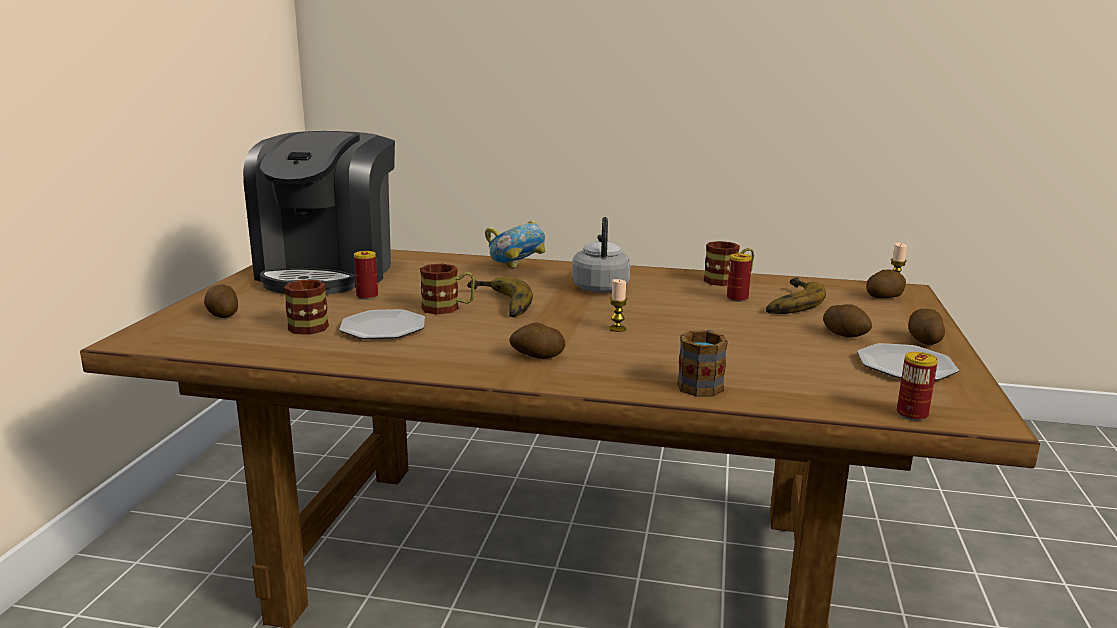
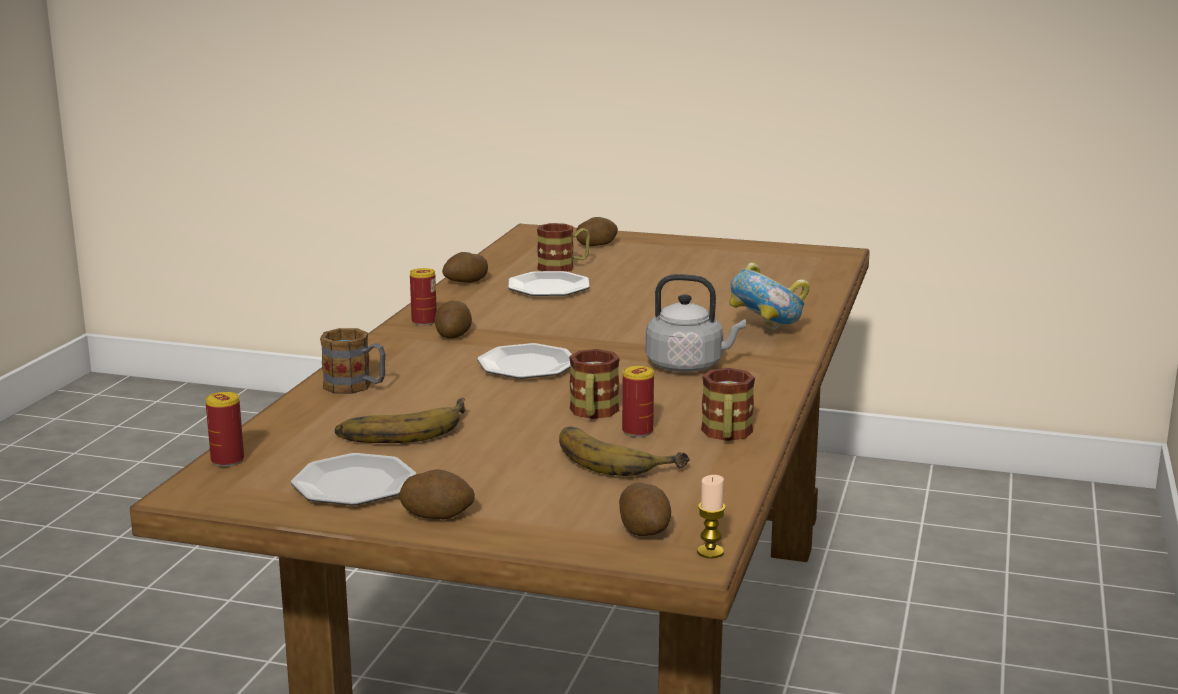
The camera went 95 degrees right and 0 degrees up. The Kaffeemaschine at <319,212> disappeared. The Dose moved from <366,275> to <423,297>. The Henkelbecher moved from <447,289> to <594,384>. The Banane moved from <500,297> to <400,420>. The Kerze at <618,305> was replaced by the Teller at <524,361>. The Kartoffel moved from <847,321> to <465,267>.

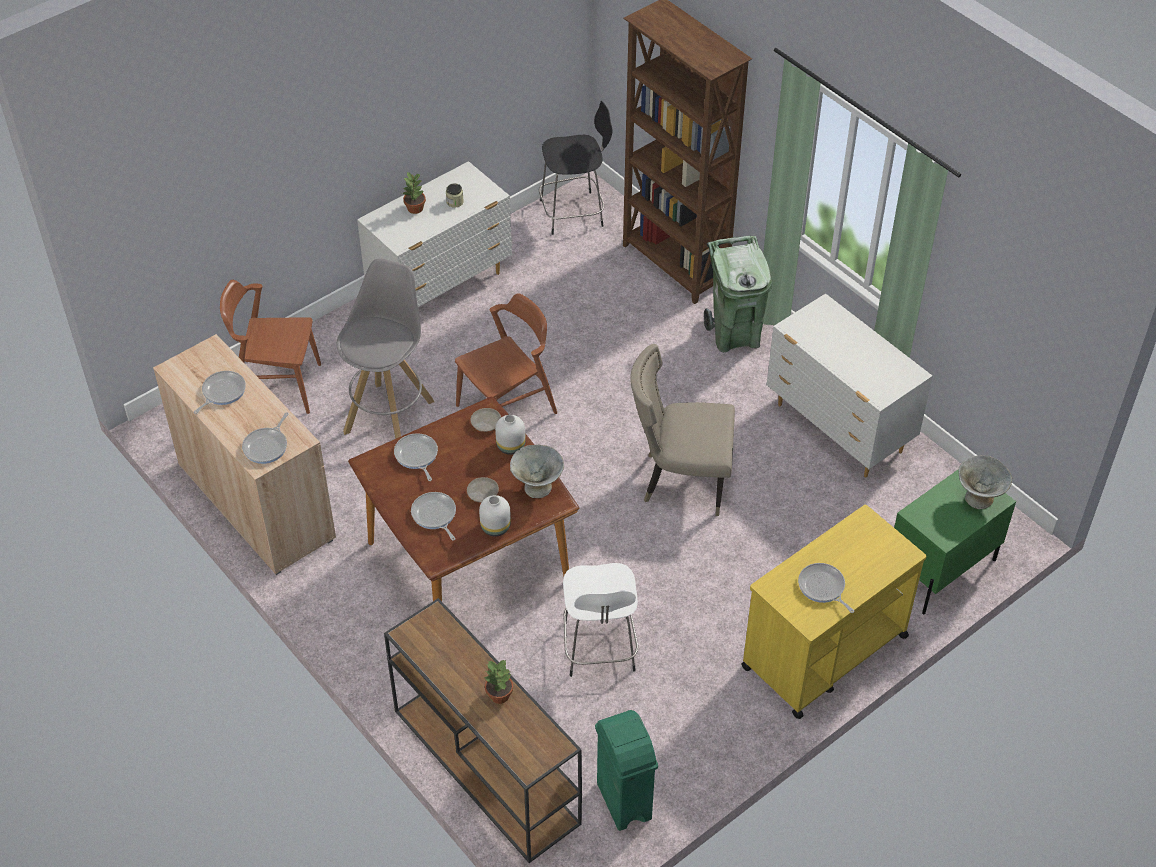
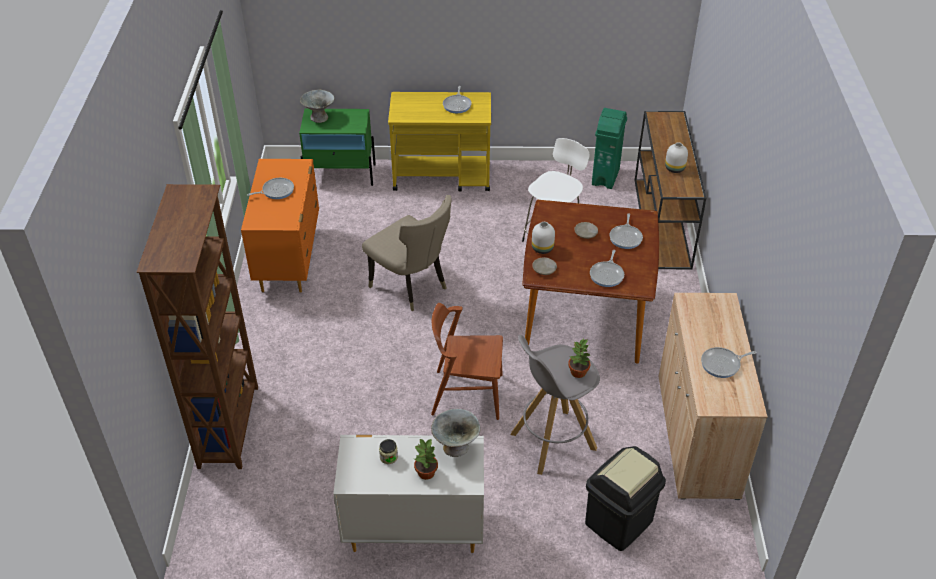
The camera went 140 degrees left and 5 degrees down. The Stuhl [braun] at <270,347> was replaced by the Mülleimer [schwarz] at <625,498>. The Pfanne moved from <265,438> to <270,188>. The Vase [weiß] moved from <495,515> to <676,157>. The Topfpflanze moved from <499,682> to <579,358>. The Schüssel [grau] moved from <537,471> to <455,433>. The Hocker [schwarz] at <575,168> disappeared. The Mülleimer [grün] at <738,294> disappeared. The Kommode [weiß] at <849,385> became the Kommode [orange] at <280,226>.

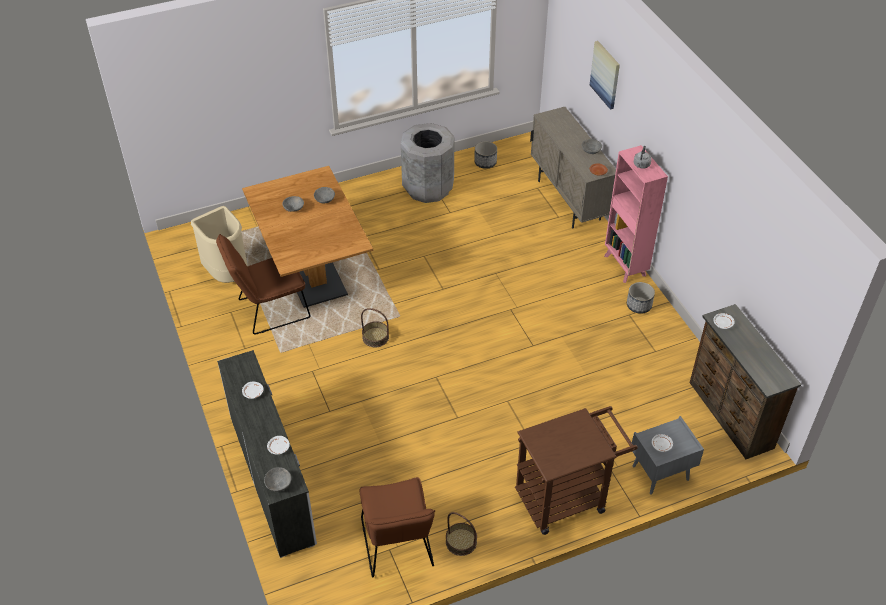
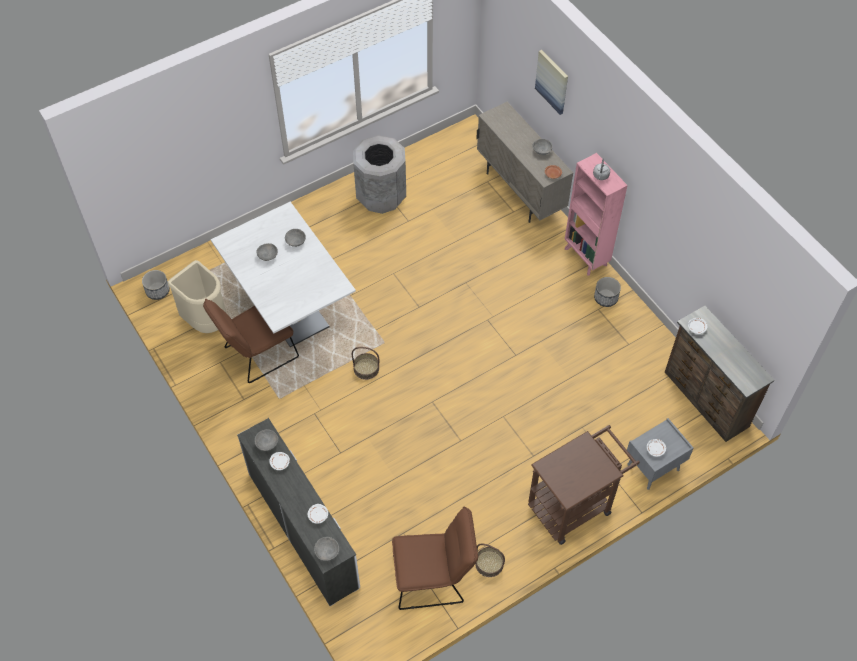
The camera went 10 degrees left and 10 degrees up. The Esstisch [braun] at <307,237> became the Esstisch [weiß] at <283,274>. The Stuhl [braun] at <397,527> turned 75 degrees counterclockwise. The Pflanzkübel moved from <485,155> to <156,285>. The Schüssel [grau] at <266,440> appeared.

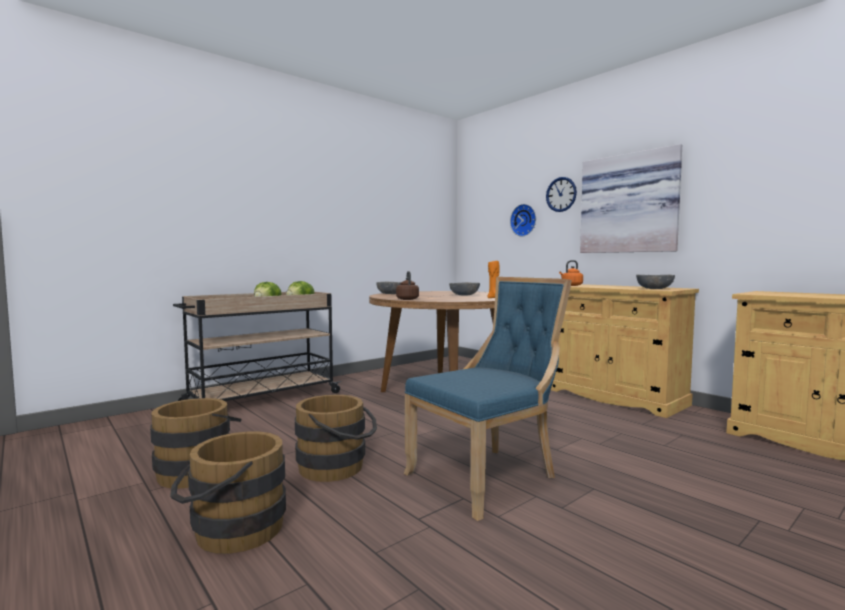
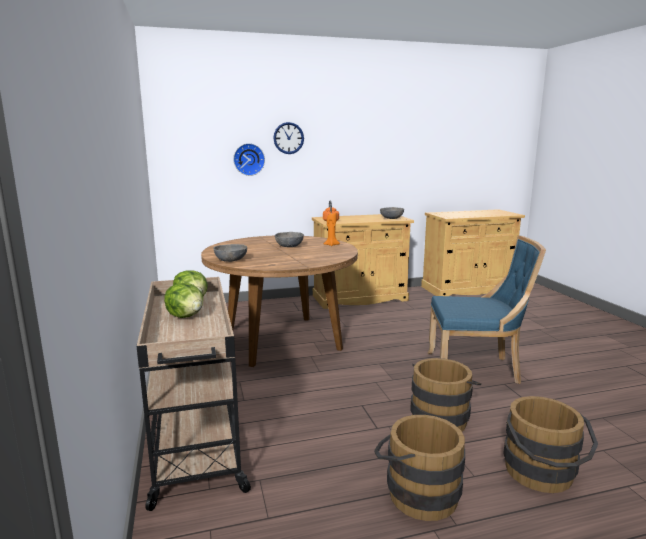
The camera went 65 degrees left and 10 degrees up. The Wasserkessel [braun] at <407,285> disappeared. The Stuhl [blau] at <487,399> turned 105 degrees clockwise. The Bild at <631,198> disappeared.

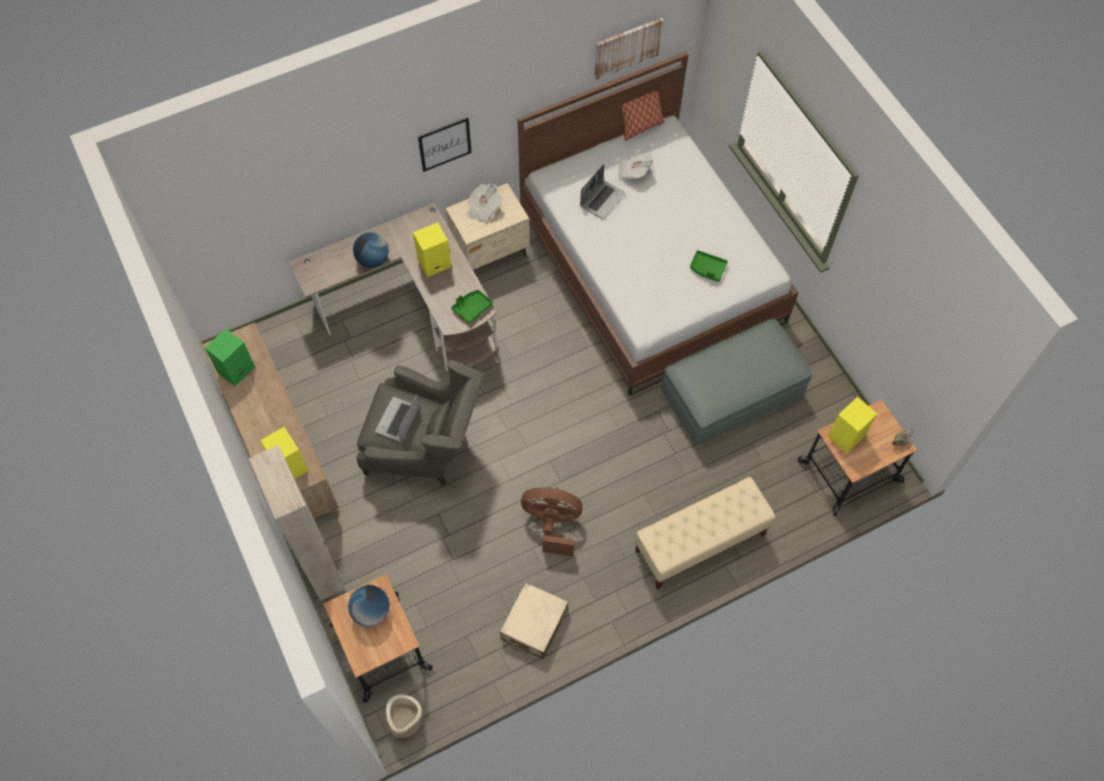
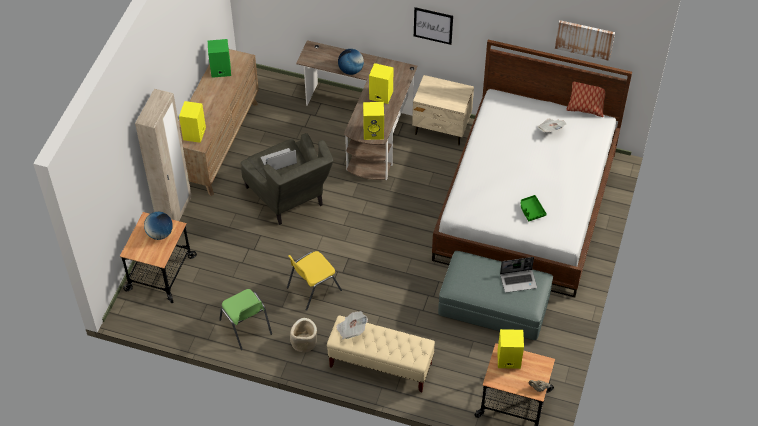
The camera went 45 degrees right and 10 degrees down. The Pflanzkübel [beige] moved from <404,716> to <303,335>. The Tablett [grün] at <472,307> was replaced by the Lautsprecher [gelb] at <373,121>. The Zeitung moved from <484,203> to <352,325>. The Koffer [beige] at <534,620> was replaced by the Stuhl [grün] at <245,319>. The Ventilator [braun] at <551,522> was replaced by the Stuhl [gelb] at <314,281>. The Laptop moved from <602,191> to <518,275>.

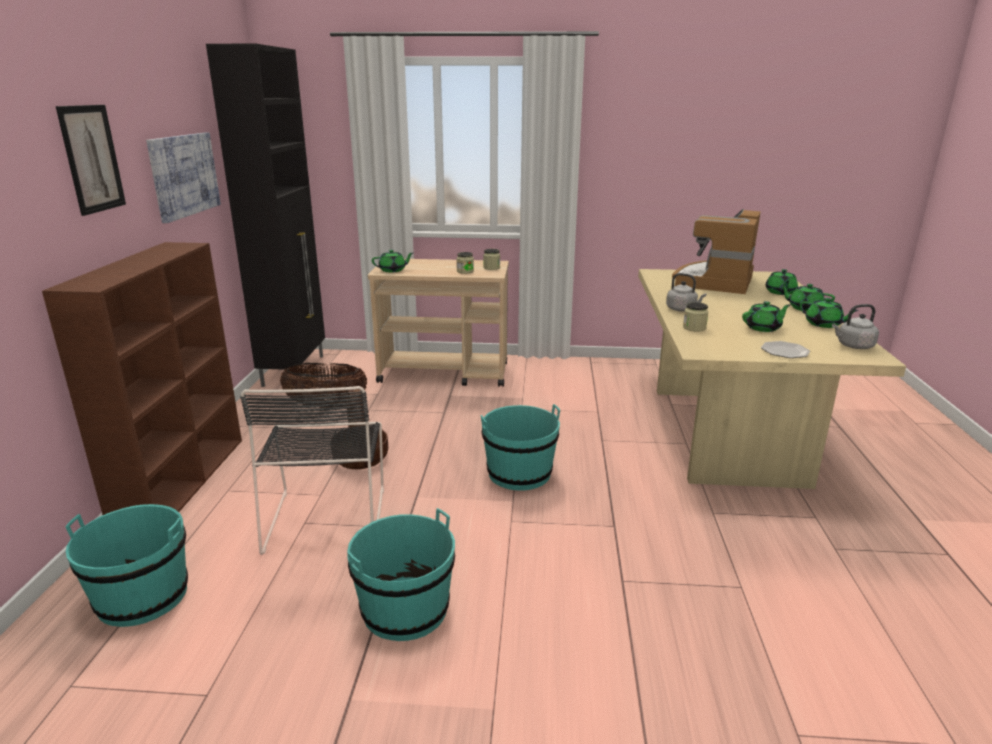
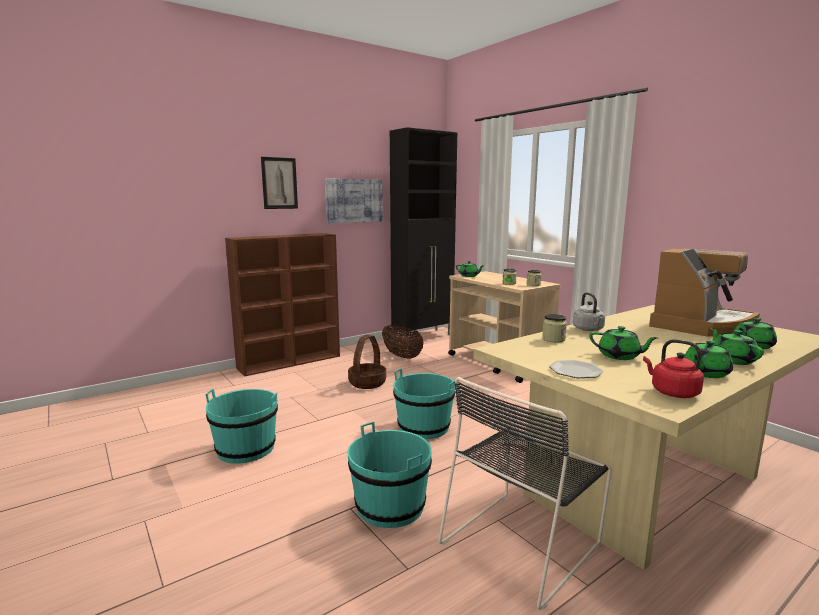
The camera went 50 degrees right and 10 degrees down. The Eimer [türkis] moved from <126,565> to <389,474>. The Stuhl [schwarz] moved from <312,470> to <525,493>. The Kaffeemaschine at <716,251> turned 150 degrees clockwise. The Teekanne [grün] at <829,313> turned 45 degrees clockwise. The Wasserkessel [grau] at <855,326> became the Wasserkessel [rot] at <673,368>.

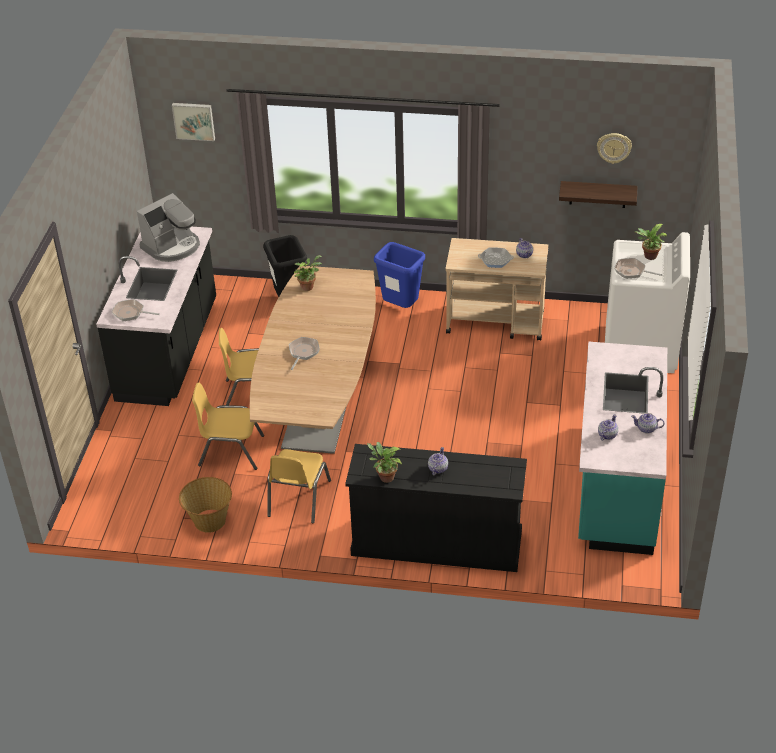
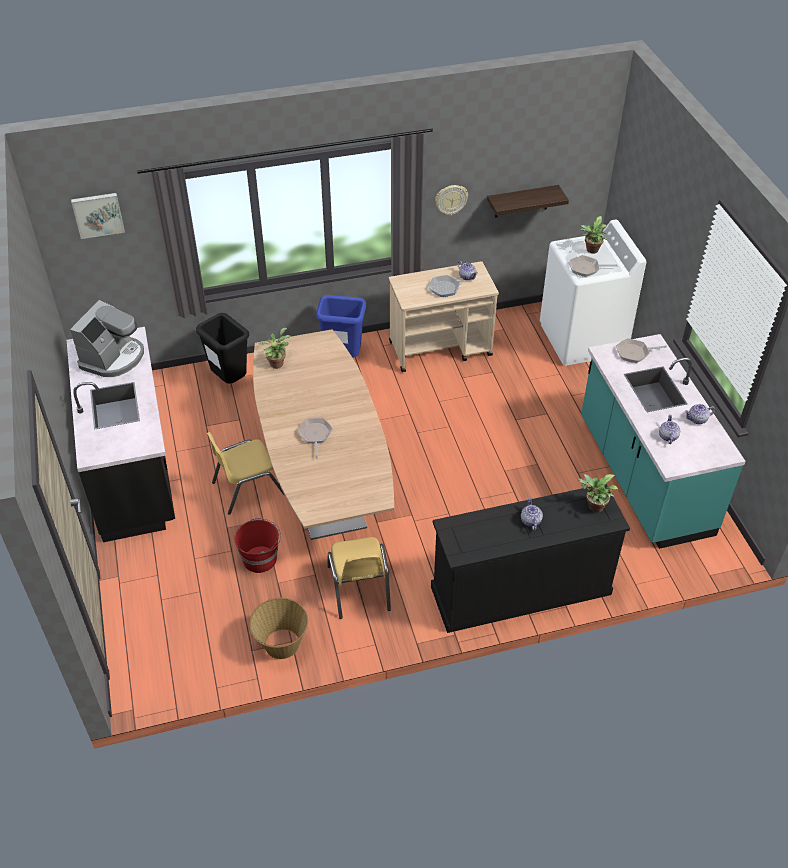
The camera went 25 degrees left and 5 degrees up. The Pfanne moved from <136,310> to <641,350>. The Stuhl [gelb] at <228,426> was replaced by the Eimer [rot] at <257,545>. The Topfpflanze moved from <384,462> to <597,493>. The Wanduhr moved from <614,148> to <451,200>.

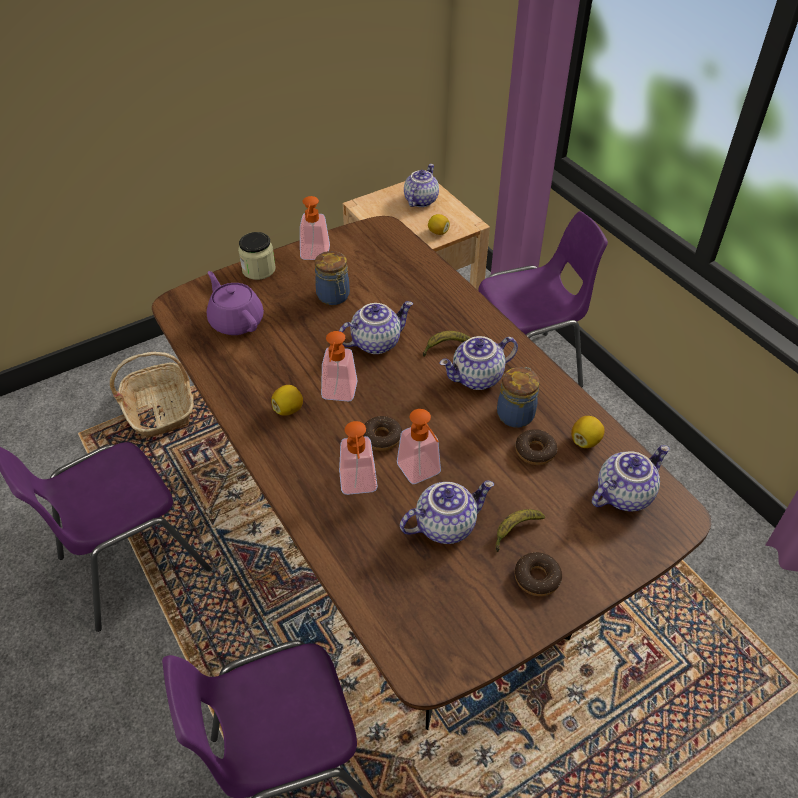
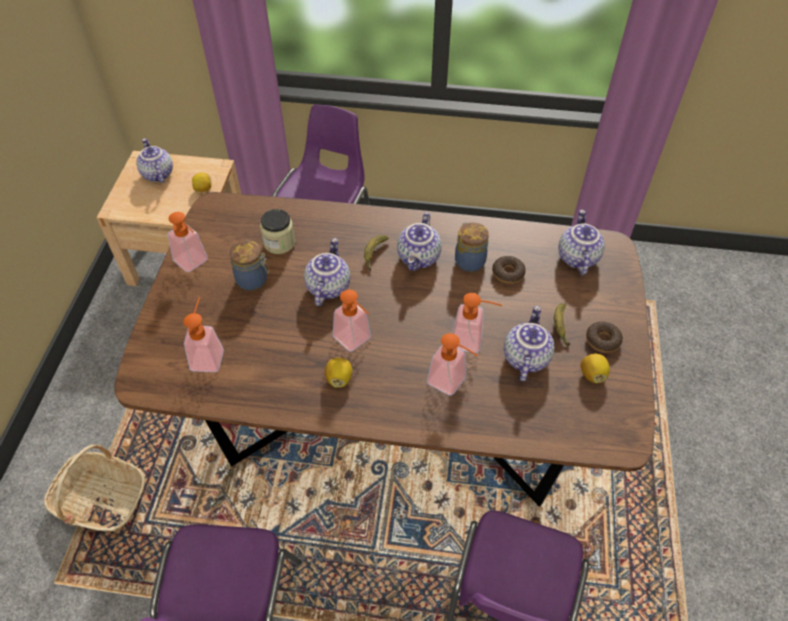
The camera went 50 degrees left and 5 degrees up. The Teekanne [lila] at <235,303> was replaced by the Seifenspender at <204,334>. The Vorratsglas moved from <257,256> to <277,231>. The Donut at <382,433> disappeared. The Zitrone moved from <588,432> to <595,368>.

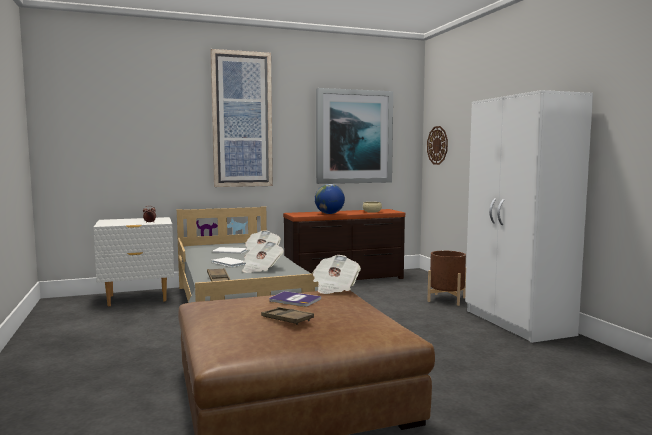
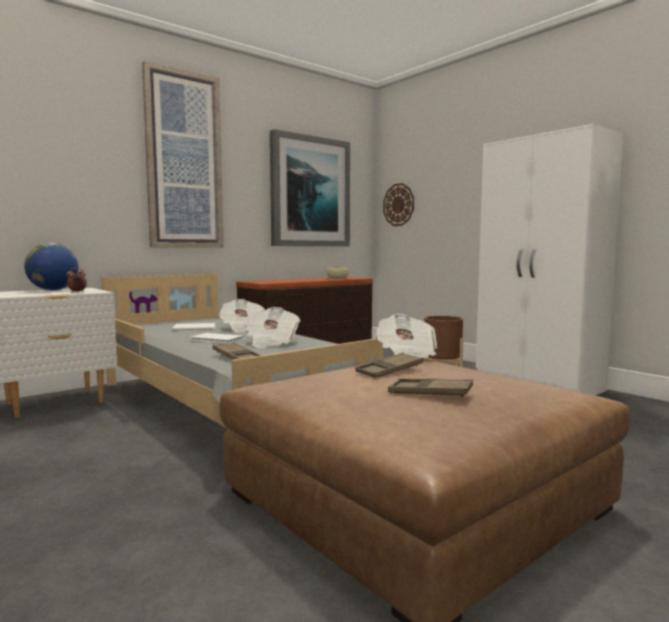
The camera went 20 degrees left and 0 degrees up. The Buch at <295,299> was replaced by the Tablett [braun] at <389,365>. The Globus moved from <330,199> to <51,266>.

